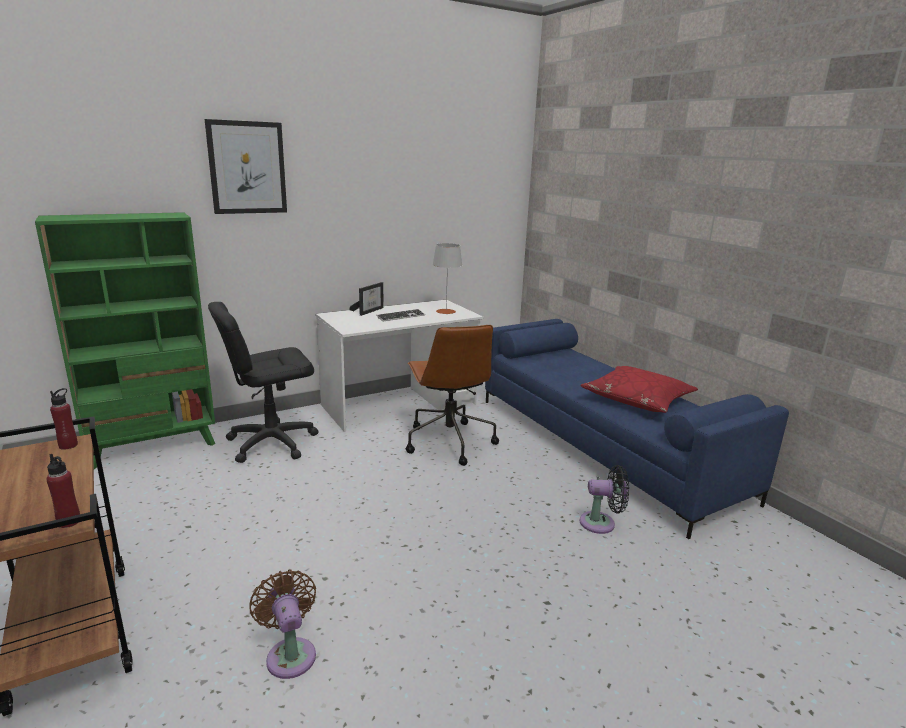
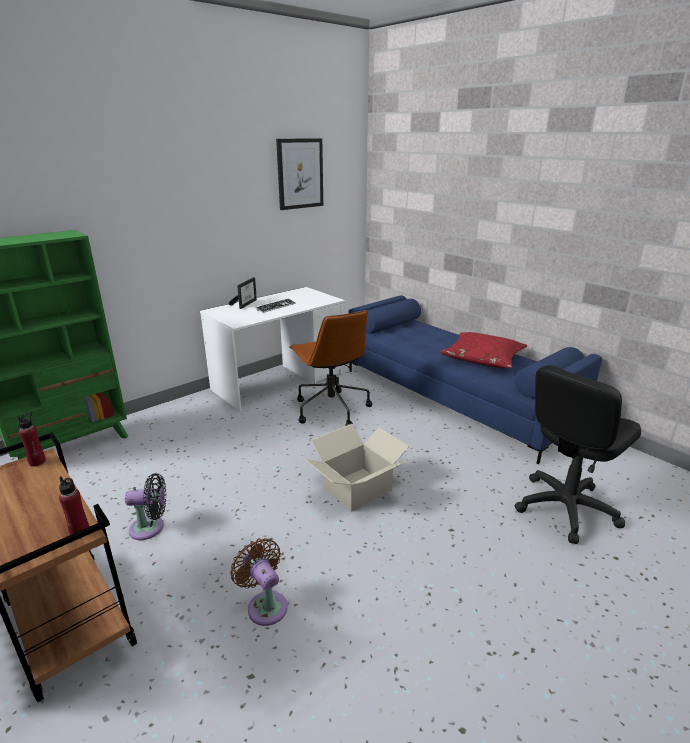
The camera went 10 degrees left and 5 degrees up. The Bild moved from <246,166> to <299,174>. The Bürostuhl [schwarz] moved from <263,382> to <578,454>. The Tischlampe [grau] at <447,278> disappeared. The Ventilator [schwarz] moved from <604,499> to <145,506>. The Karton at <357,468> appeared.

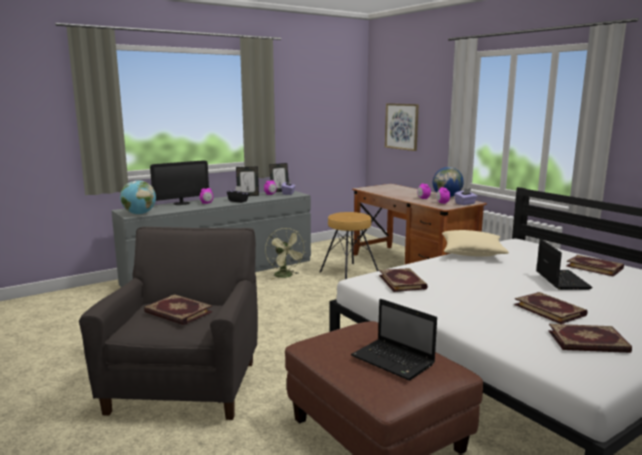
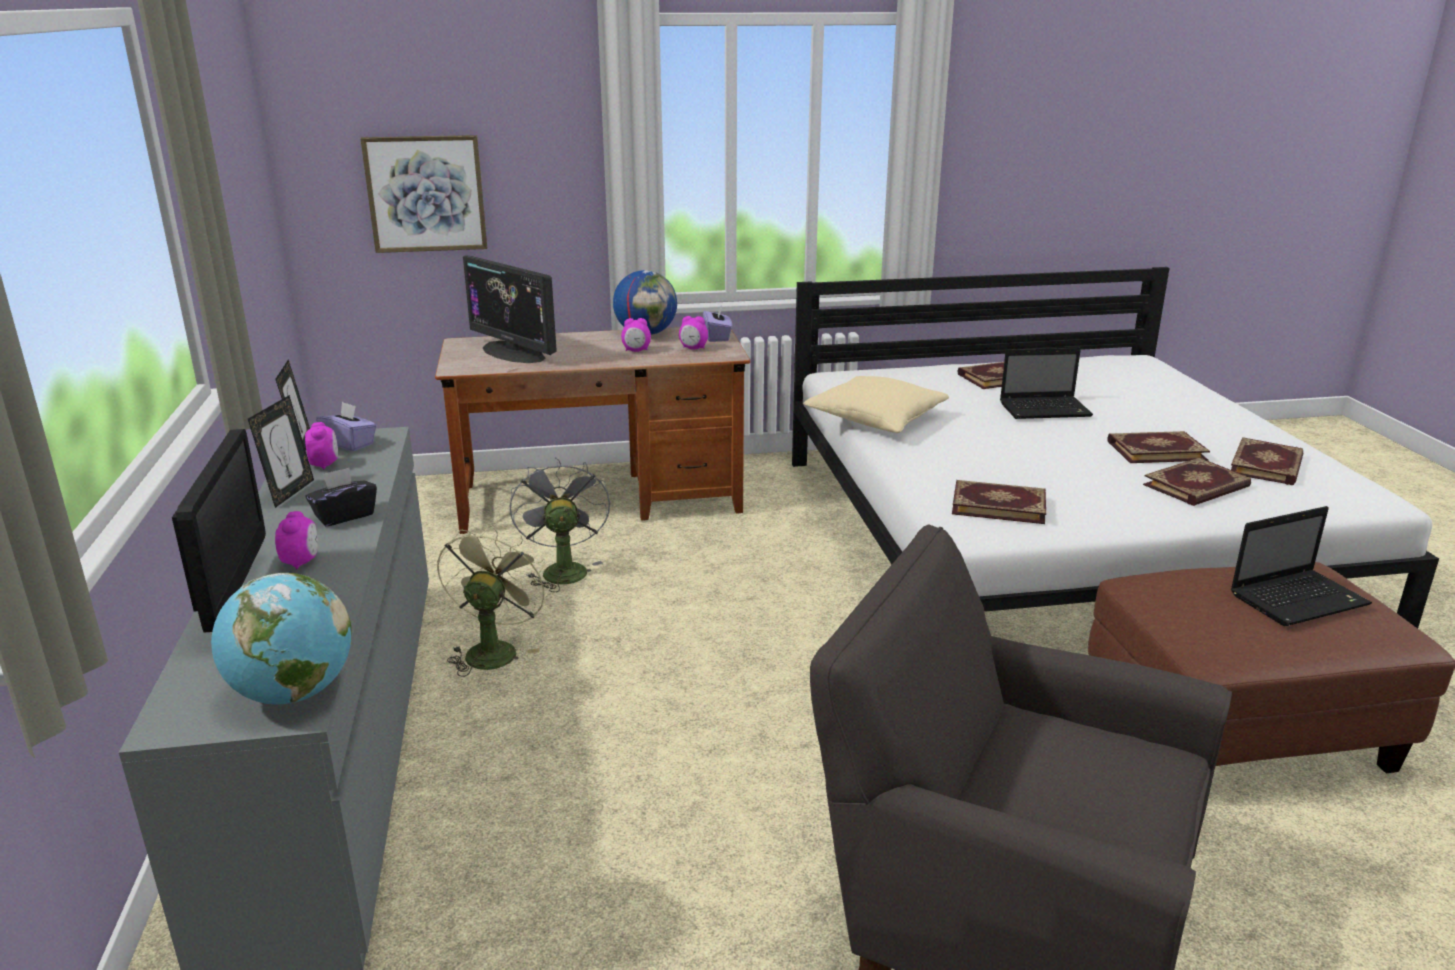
The camera went 65 degrees left and 10 degrees up. The Buch moved from <178,309> to <1197,481>. The Ventilator [grün] at <285,253> turned 75 degrees counterclockwise. The Hocker [braun] at <349,245> was replaced by the Ventilator [grau] at <560,524>. The Laptop at <564,264> turned 150 degrees clockwise. The Monitor at <510,309> appeared.

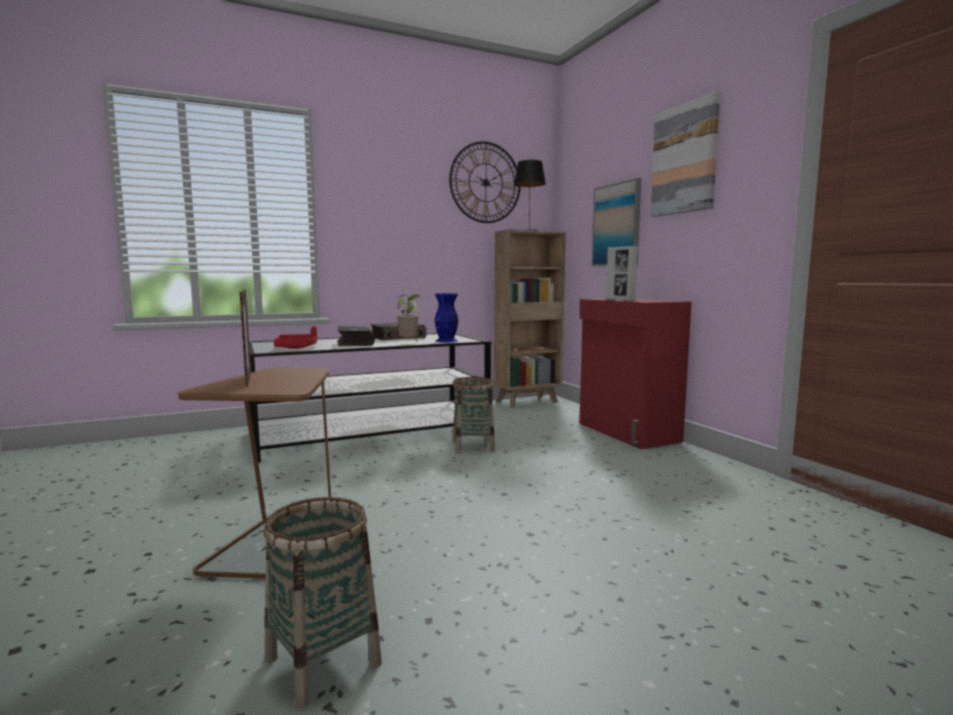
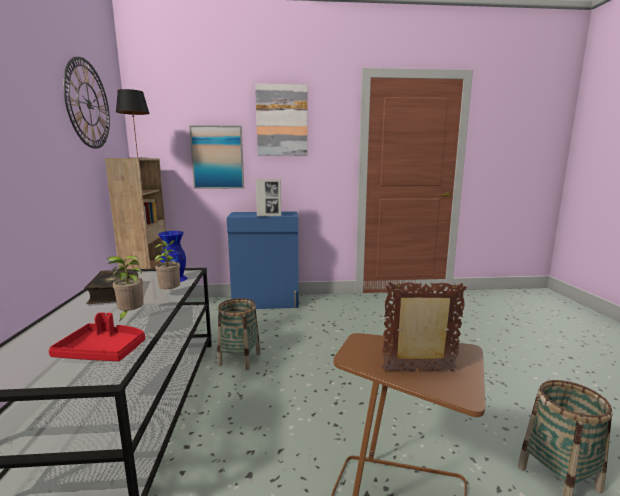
The camera went 70 degrees left and 5 degrees up. The Buch at <356,336> was replaced by the Topfpflanze at <125,289>. The Schrank [rot] at <635,374> became the Schrank [blau] at <263,260>.

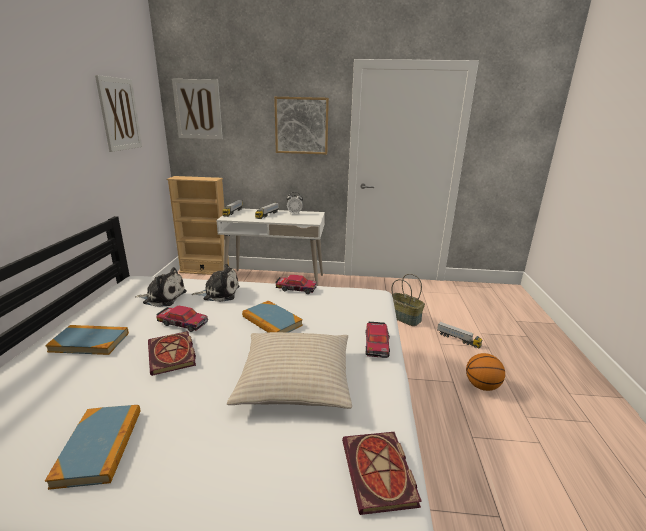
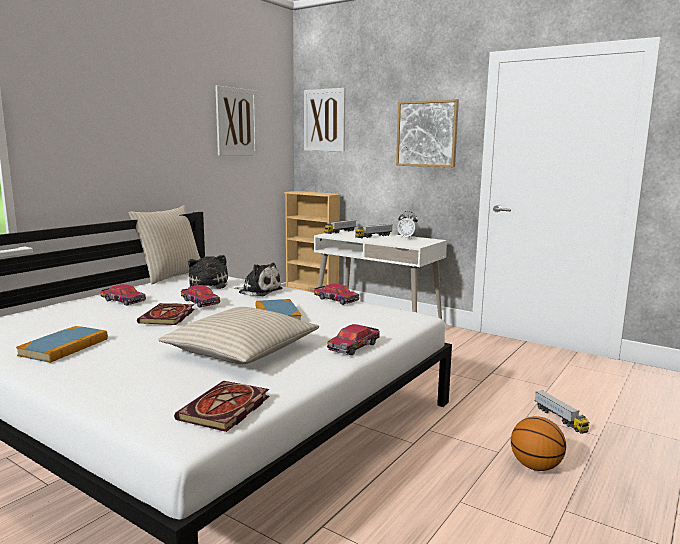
The camera went 30 degrees right and 10 degrees down. The Buch at <87,340> was replaced by the Spielzeugauto at <123,295>. The Plüschtier at <161,287> turned 135 degrees counterclockwise. The Korb at <408,300> disappeared. The Kissen [beige] at <165,244> appeared.

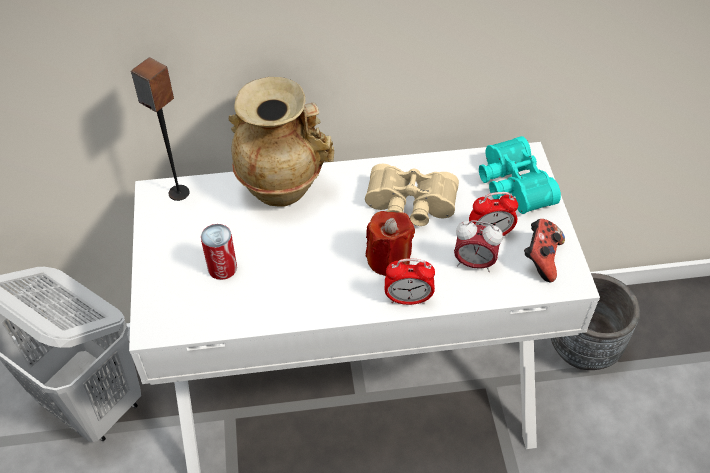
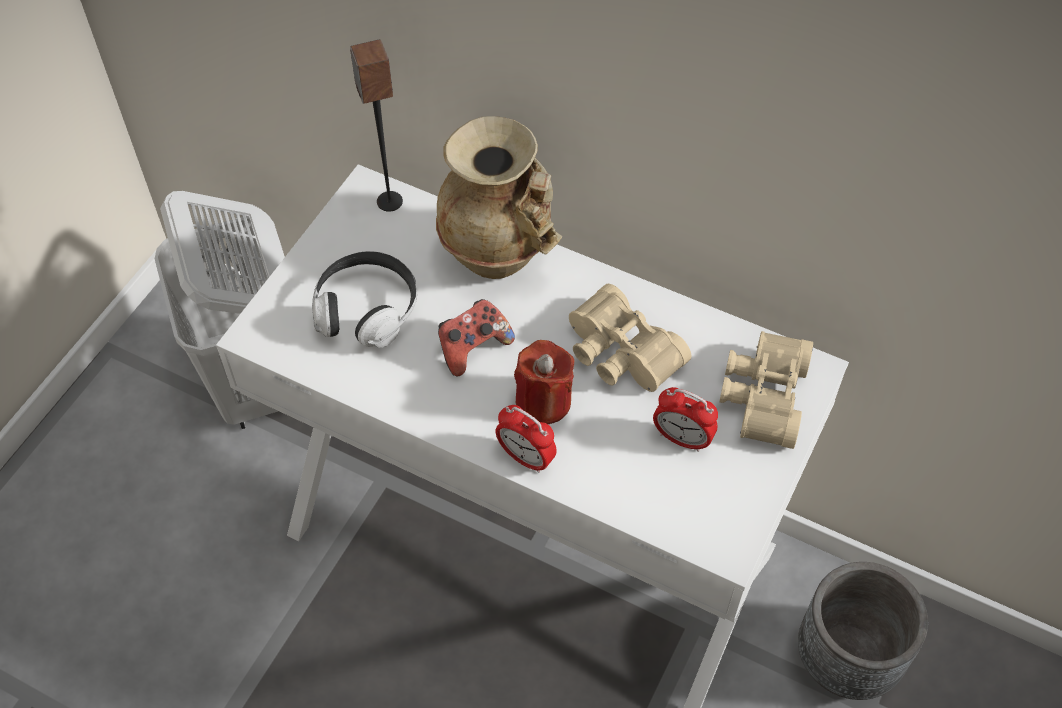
The camera went 35 degrees right and 5 degrees up. The Dose at <219,252> was replaced by the Kopfhörer at <364,299>. The Wecker at <478,246> disappeared. The Fernglas [türkis] at <520,175> became the Fernglas [beige] at <766,390>. The Gamepad moved from <544,250> to <476,337>.

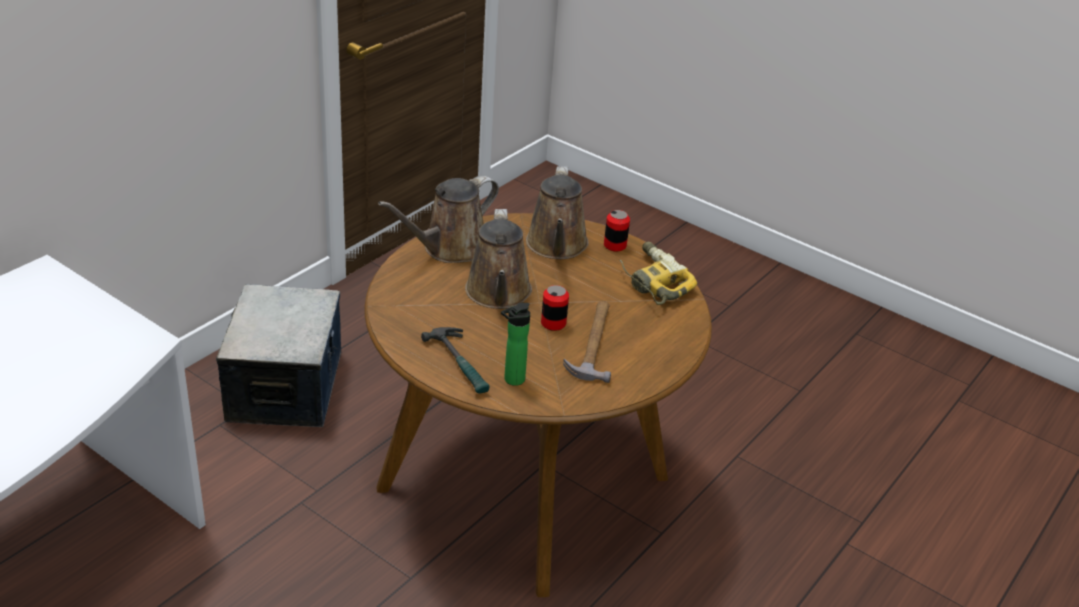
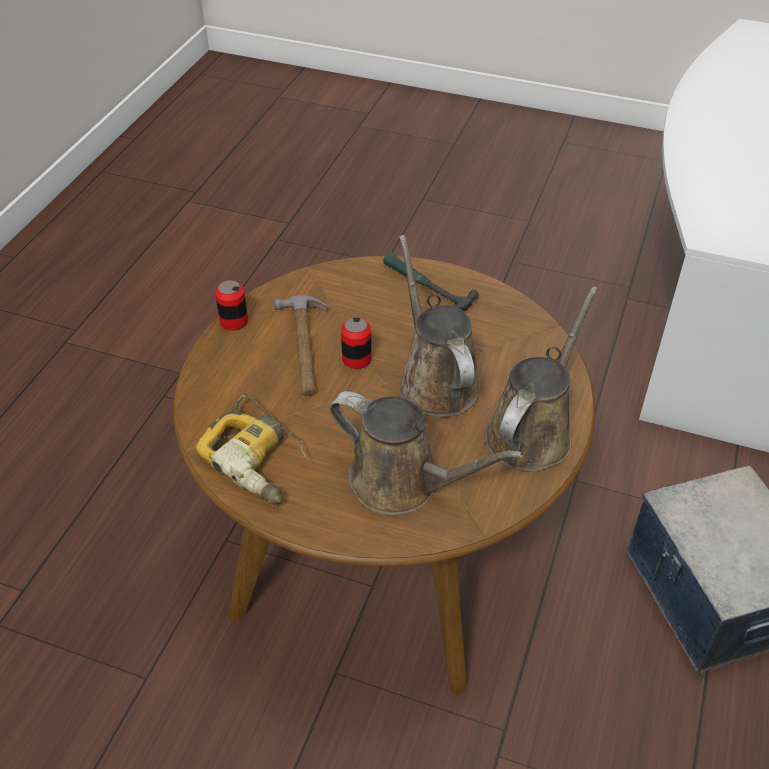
The camera went 165 degrees right and 10 degrees up. The Flasche at <515,344> disappeared. The Gießkanne [braun] at <557,212> turned 135 degrees clockwise. The Dose moved from <617,230> to <231,305>.

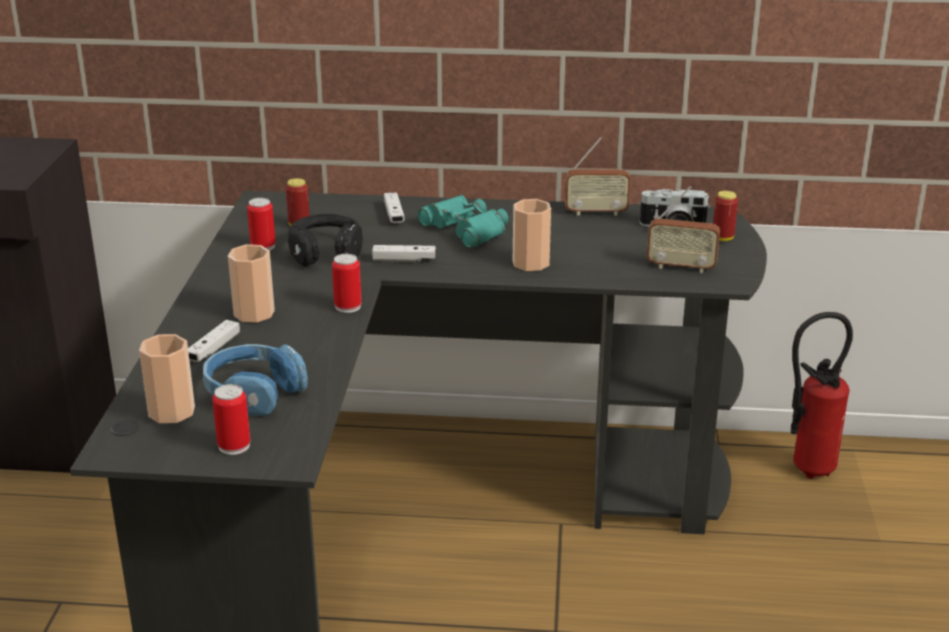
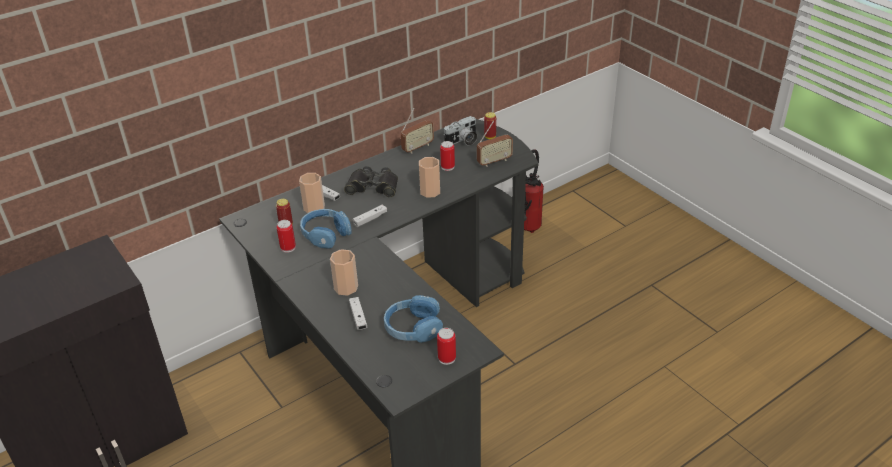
The camera went 40 degrees left and 10 degrees up. The Tasse moved from <167,378> to <312,193>. The Kopfhörer [schwarz] at <325,240> became the Kopfhörer [blau] at <326,229>. The Dose moved from <347,283> to <447,156>. The Fernglas [türkis] at <463,221> became the Fernglas [schwarz] at <371,181>.

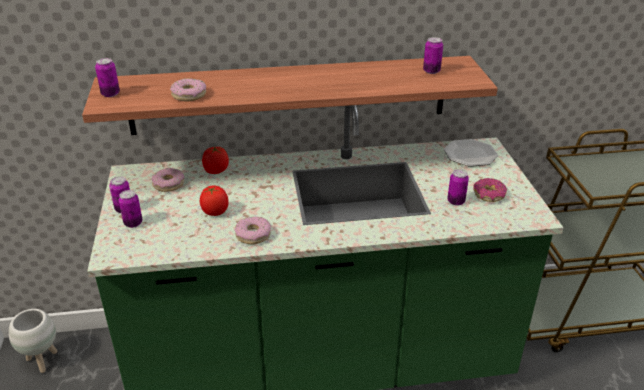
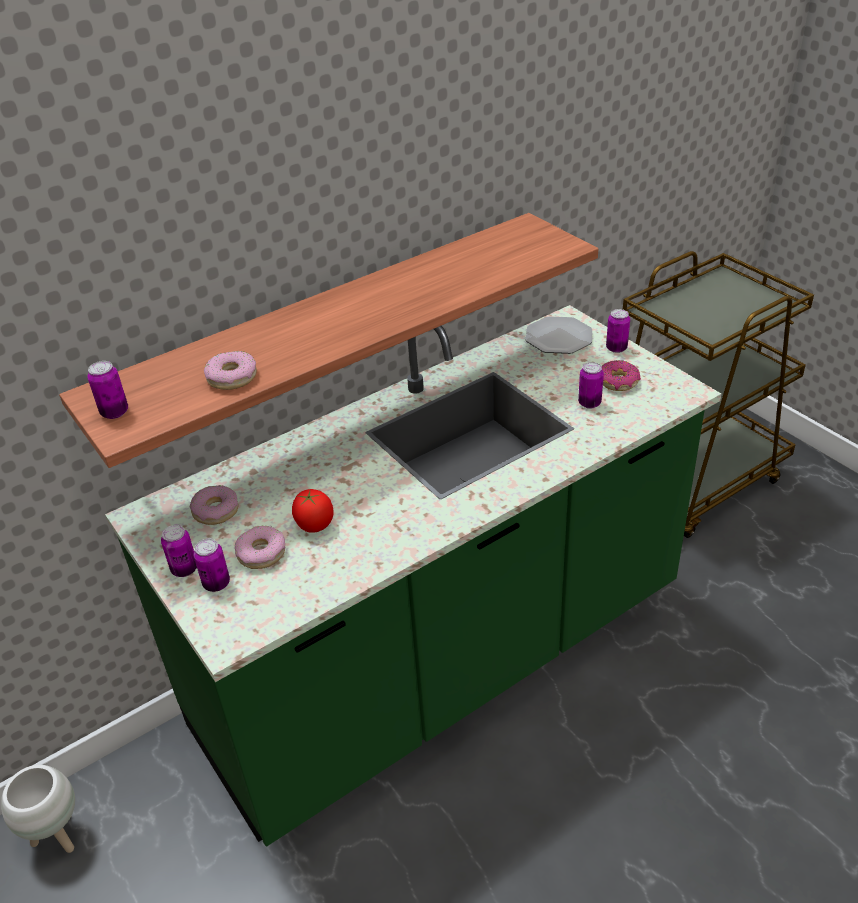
The camera went 25 degrees left and 5 degrees up. The Tomate at <215,160> disappeared. The Donut moved from <253,231> to <260,547>. The Dose moved from <433,55> to <618,331>.

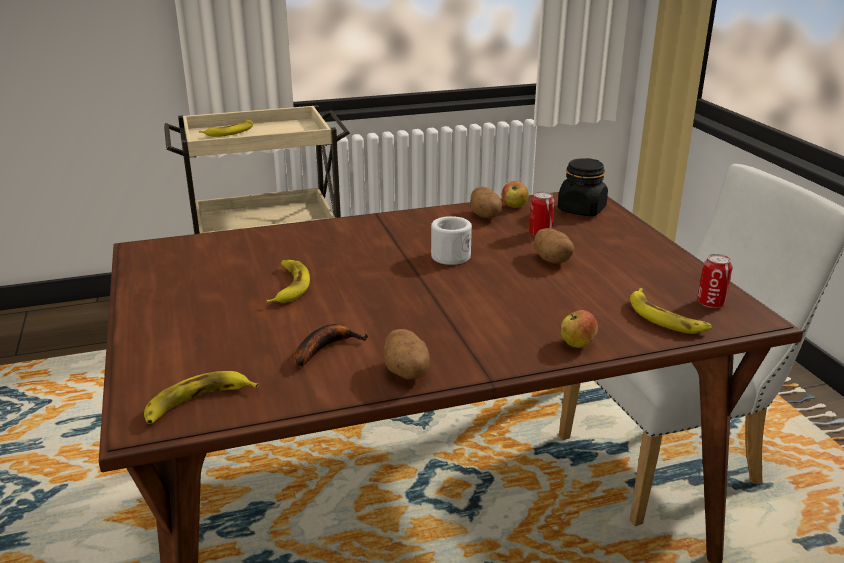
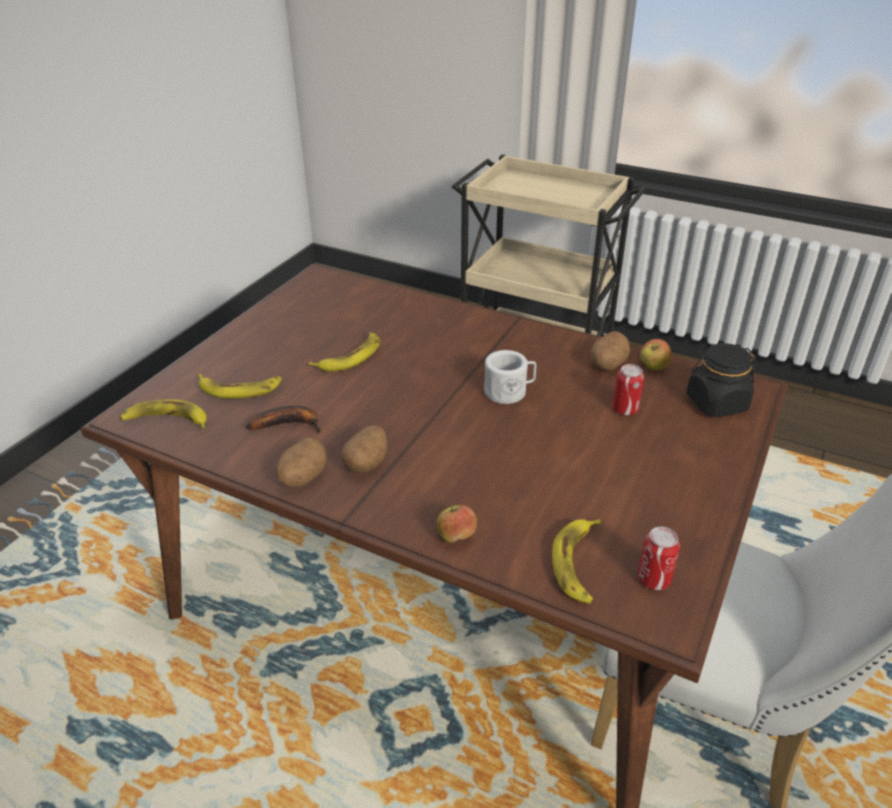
The camera went 45 degrees right and 10 degrees up. The Banane moved from <226,128> to <240,386>. The Kartoffel moved from <554,246> to <364,448>.

